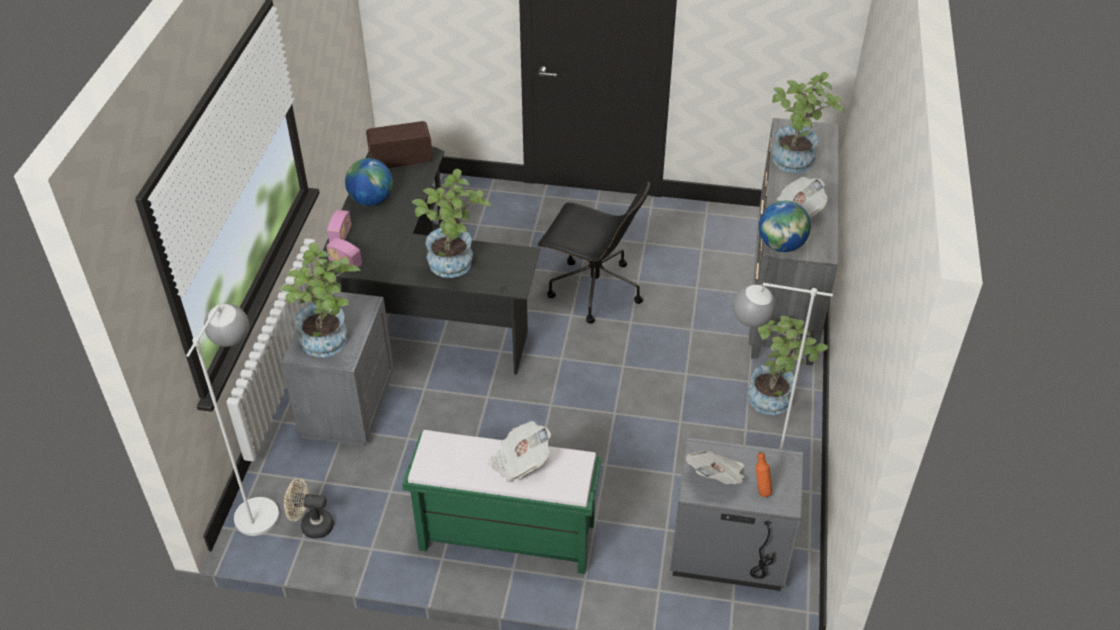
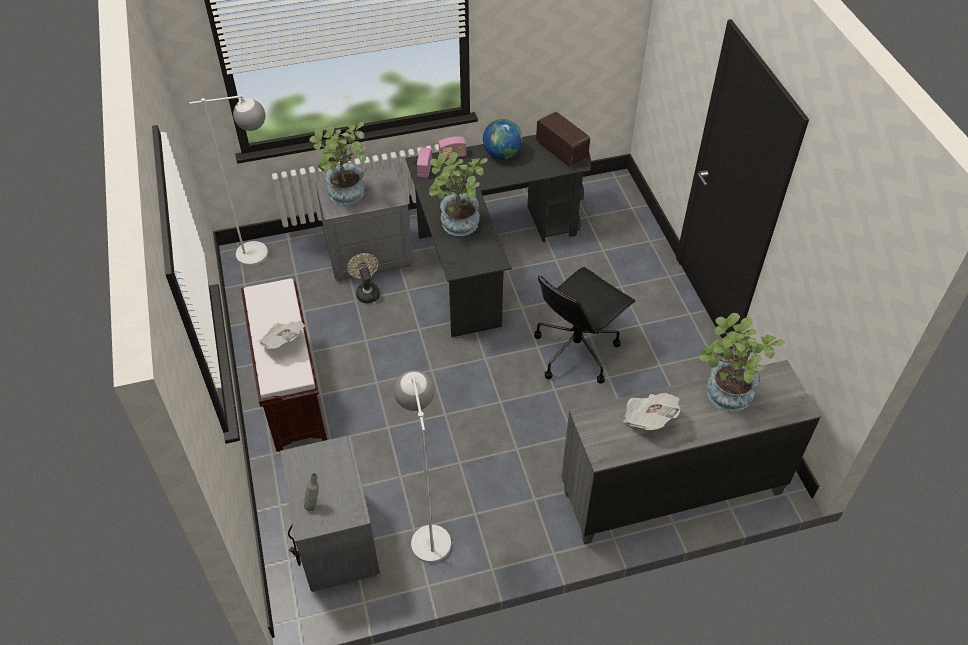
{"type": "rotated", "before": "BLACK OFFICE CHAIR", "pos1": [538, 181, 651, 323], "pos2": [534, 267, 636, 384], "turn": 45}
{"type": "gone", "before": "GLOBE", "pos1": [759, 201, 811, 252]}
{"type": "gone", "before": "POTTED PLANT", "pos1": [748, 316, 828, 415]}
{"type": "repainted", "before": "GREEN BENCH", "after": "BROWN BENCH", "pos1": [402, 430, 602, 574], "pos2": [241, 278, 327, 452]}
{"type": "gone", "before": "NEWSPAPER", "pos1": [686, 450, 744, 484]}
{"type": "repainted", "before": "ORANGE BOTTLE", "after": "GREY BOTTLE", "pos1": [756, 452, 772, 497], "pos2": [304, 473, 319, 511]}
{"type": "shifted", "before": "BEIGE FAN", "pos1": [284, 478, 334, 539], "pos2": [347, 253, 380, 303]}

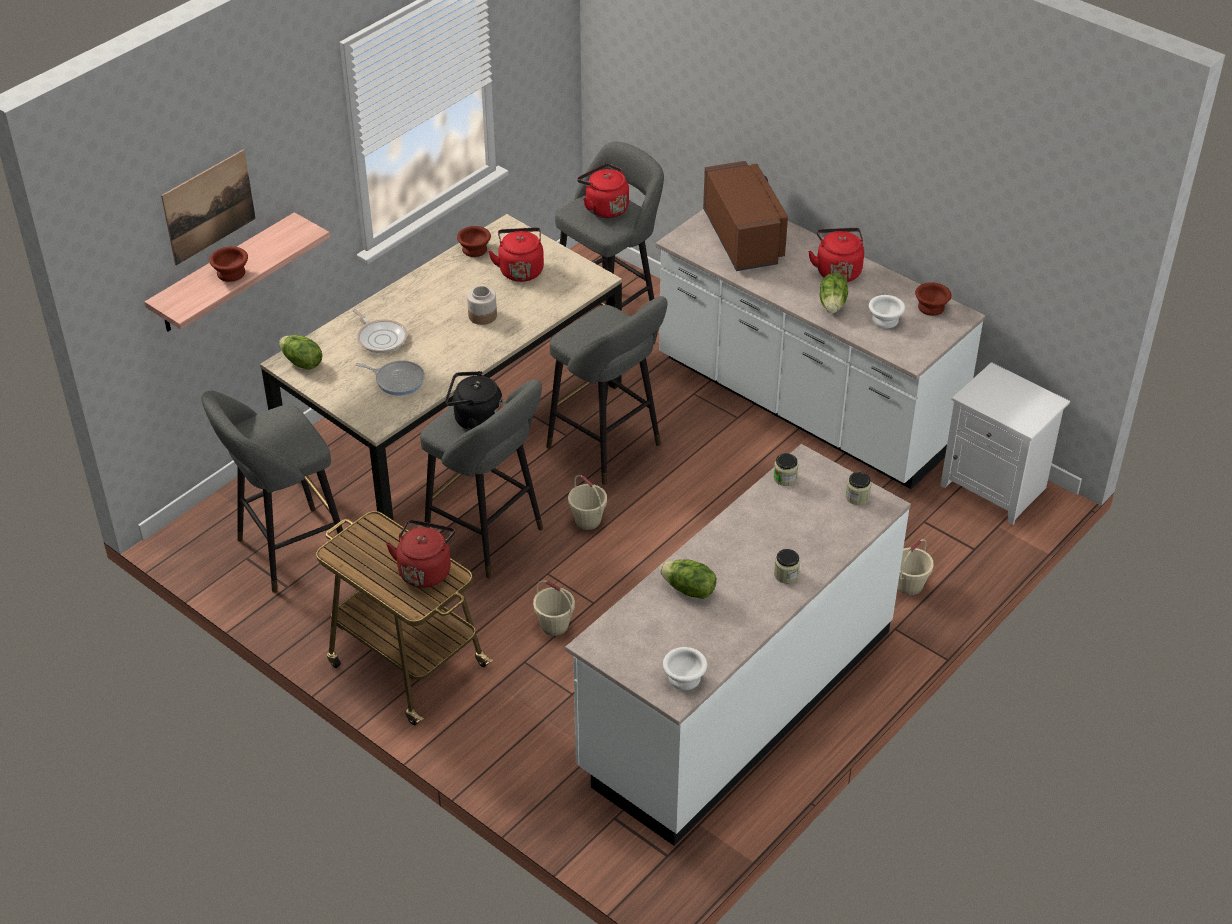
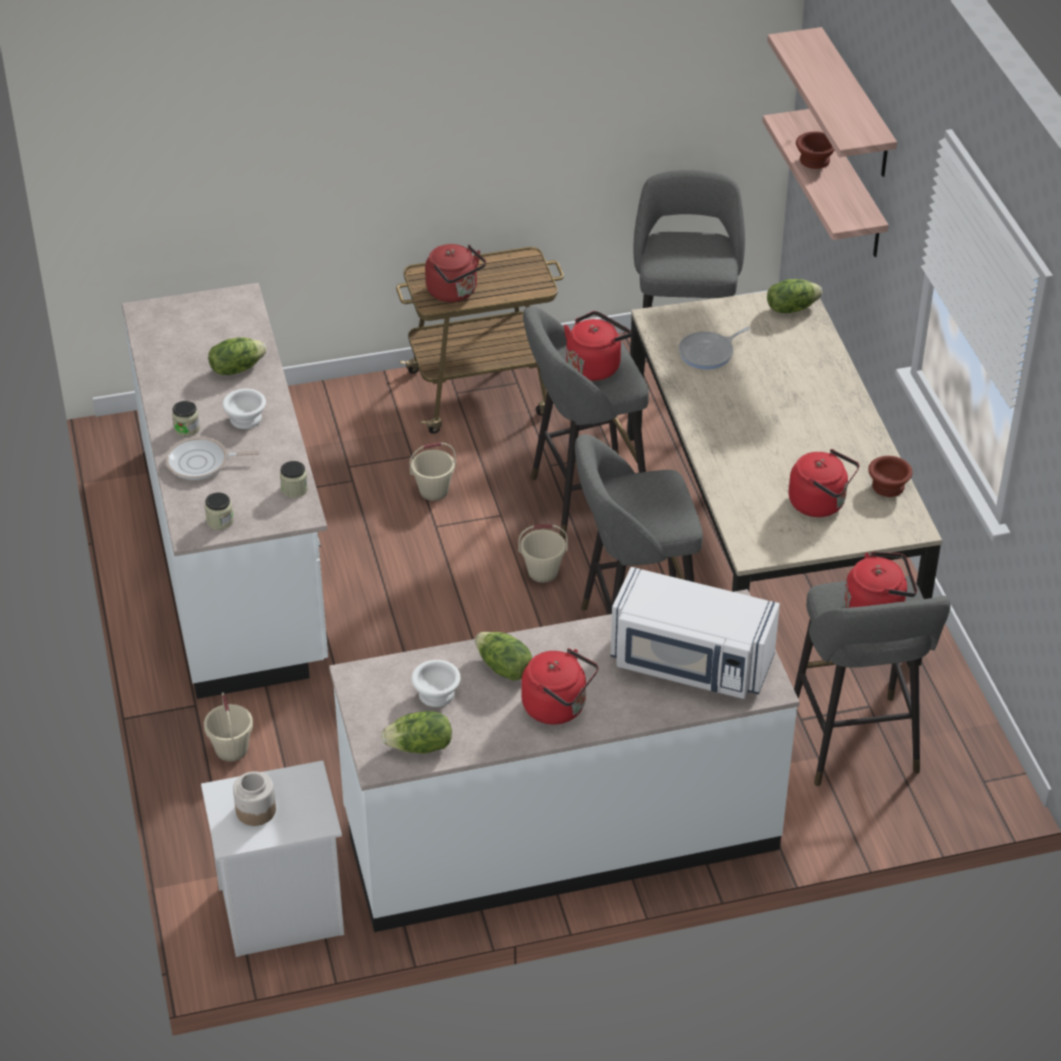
{"type": "swapped", "before": "PICTURE", "after": "SHELF", "pos1": [161, 149, 256, 265], "pos2": [767, 27, 897, 177]}
{"type": "repainted", "before": "BROWN MICROWAVE", "after": "WHITE MICROWAVE", "pos1": [703, 161, 788, 271], "pos2": [610, 567, 780, 699]}
{"type": "swapped", "before": "BROWN BOWL", "after": "LETTUCE", "pos1": [915, 282, 952, 316], "pos2": [381, 711, 452, 754]}
{"type": "shifted", "before": "JAR", "pos1": [467, 286, 497, 325], "pos2": [233, 771, 276, 826]}
{"type": "shifted", "before": "FRYING PAN", "pos1": [352, 309, 407, 353], "pos2": [165, 437, 260, 480]}
{"type": "repainted", "before": "BLACK KETTLE", "after": "RED KETTLE", "pos1": [445, 371, 503, 430], "pos2": [564, 311, 632, 381]}
{"type": "shifted", "before": "WHITE BOWL", "pos1": [663, 647, 707, 690], "pos2": [222, 389, 266, 429]}

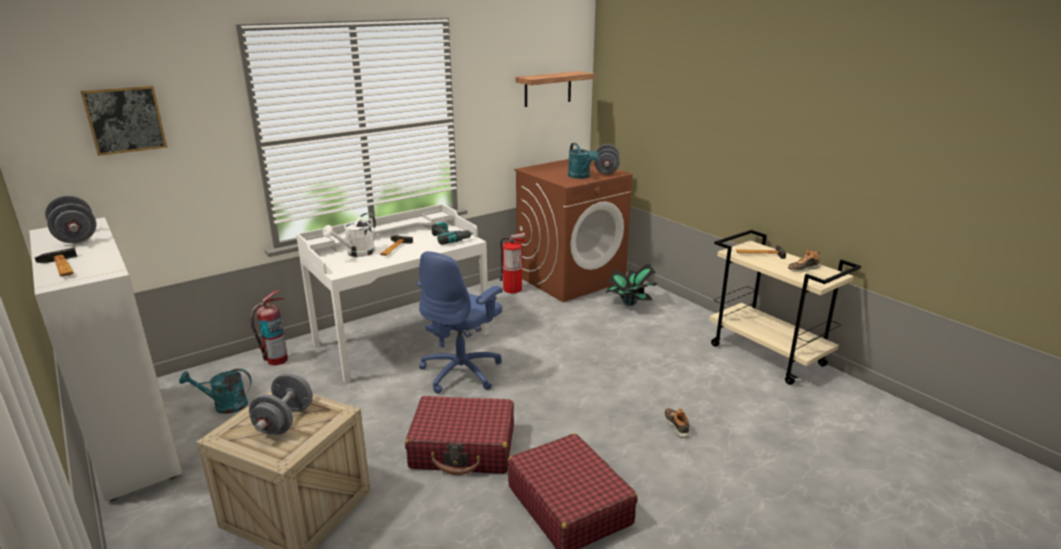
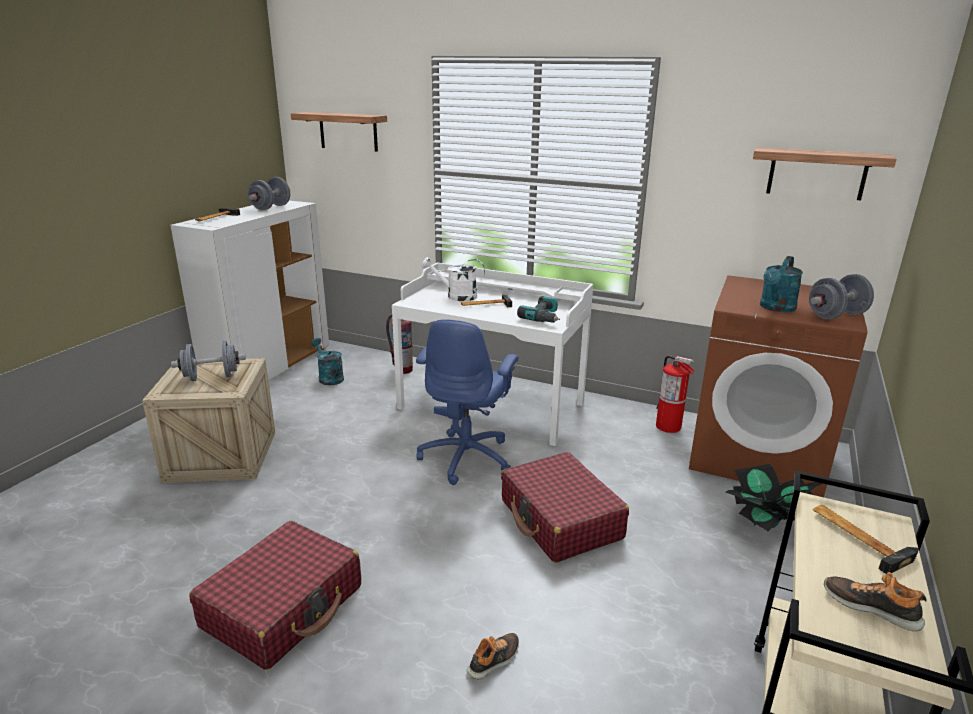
{"type": "swapped", "before": "PICTURE", "after": "SHELF", "pos1": [80, 86, 167, 156], "pos2": [291, 112, 387, 152]}
{"type": "rotated", "before": "BLUE OFFICE CHAIR", "pos1": [417, 251, 503, 394], "pos2": [416, 319, 518, 485], "turn": -75}
{"type": "shifted", "before": "RED SUITCASE", "pos1": [405, 396, 514, 476], "pos2": [501, 452, 629, 563]}

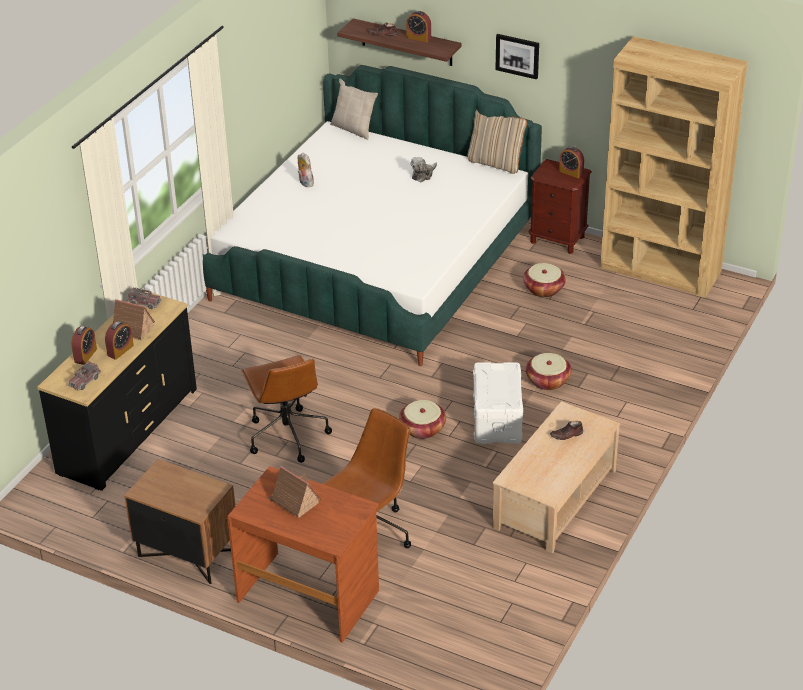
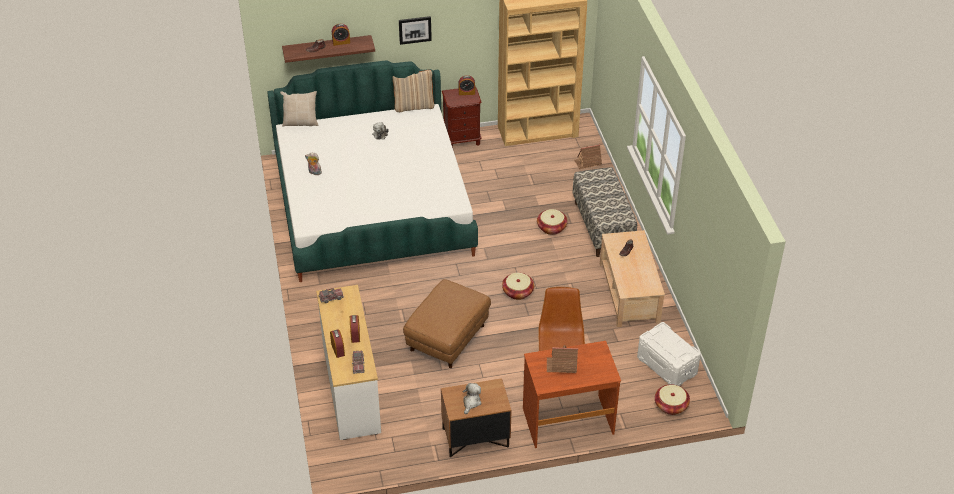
{"type": "shifted", "before": "BASKET", "pos1": [523, 263, 566, 297], "pos2": [655, 384, 690, 415]}
{"type": "repainted", "before": "BLACK DRESSER", "after": "WHITE DRESSER", "pos1": [37, 291, 197, 491], "pos2": [316, 285, 381, 440]}
{"type": "shifted", "before": "TOY HOUSE", "pos1": [113, 299, 155, 340], "pos2": [574, 144, 602, 169]}
{"type": "swapped", "before": "BROWN OFFICE CHAIR", "after": "BROWN OTTOMAN", "pos1": [241, 355, 332, 463], "pos2": [403, 279, 491, 368]}
{"type": "shifted", "before": "WHITE STORAGE BOX", "pos1": [473, 362, 523, 444], "pos2": [637, 322, 701, 386]}
{"type": "new", "after": "BENCH", "pos2": [573, 167, 637, 257]}
{"type": "new", "after": "PLUSH TOY", "pos2": [463, 383, 481, 414]}

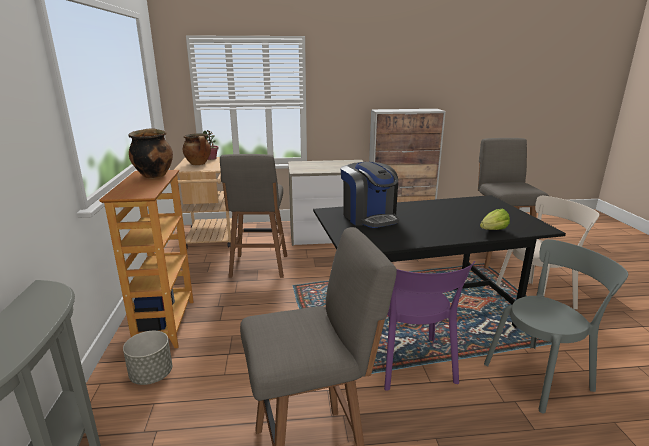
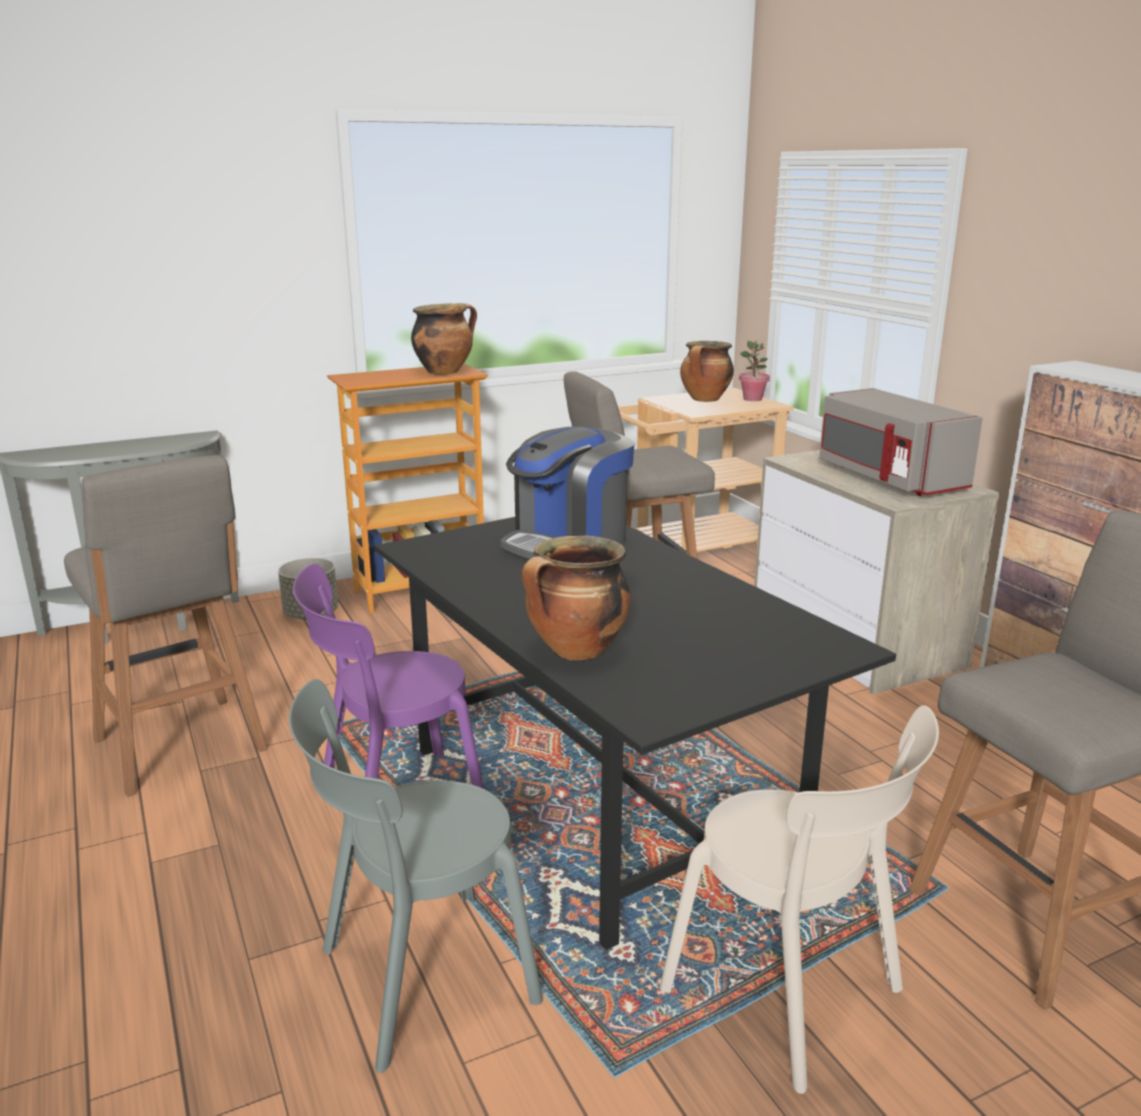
{"type": "swapped", "before": "LETTUCE", "after": "COOKING POT", "pos1": [480, 209, 510, 230], "pos2": [522, 535, 630, 660]}
{"type": "rotated", "before": "GREY CHAIR", "pos1": [484, 239, 628, 414], "pos2": [289, 679, 543, 1073], "turn": 105}
{"type": "new", "after": "GREY MICROWAVE", "pos2": [819, 388, 983, 496]}

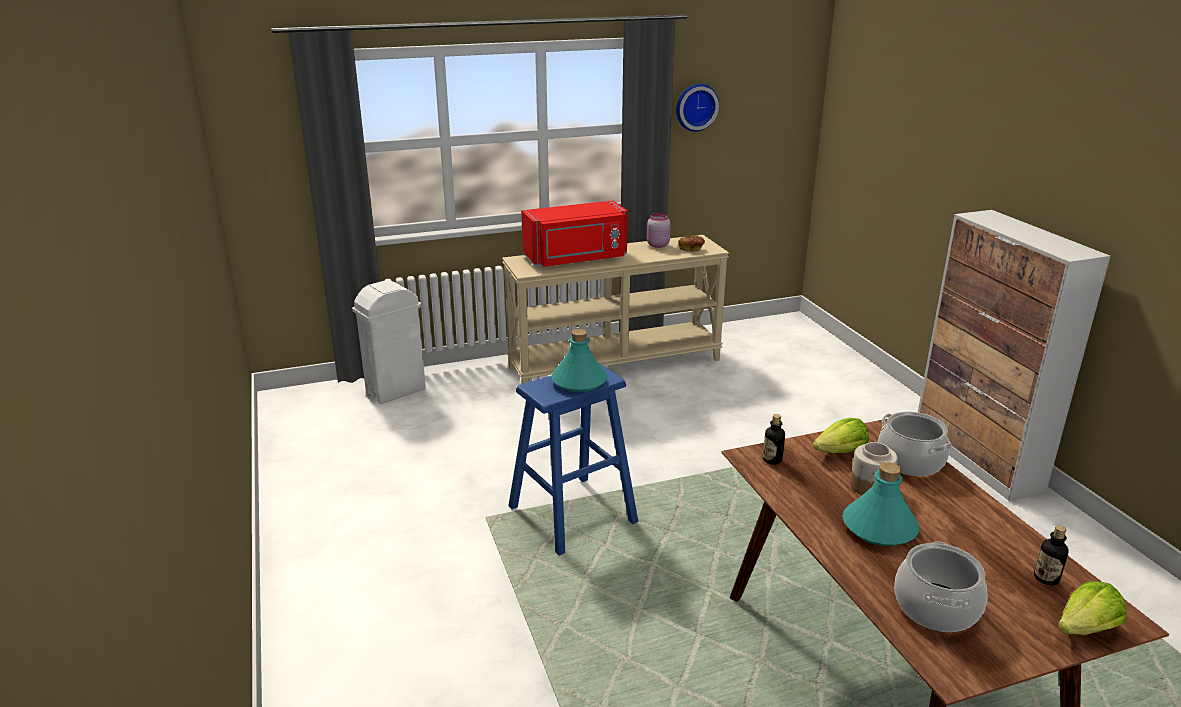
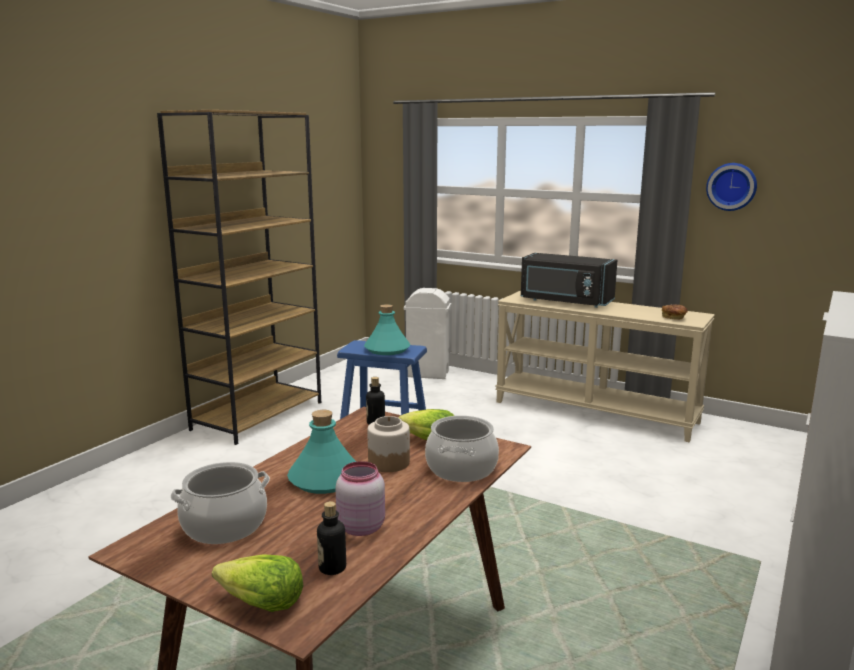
{"type": "repainted", "before": "RED MICROWAVE", "after": "BLACK MICROWAVE", "pos1": [521, 200, 628, 267], "pos2": [521, 253, 617, 308]}
{"type": "shifted", "before": "PINK JAR", "pos1": [647, 213, 671, 248], "pos2": [336, 461, 385, 536]}
{"type": "new", "after": "BROWN BOOKCASE", "pos2": [157, 110, 321, 445]}

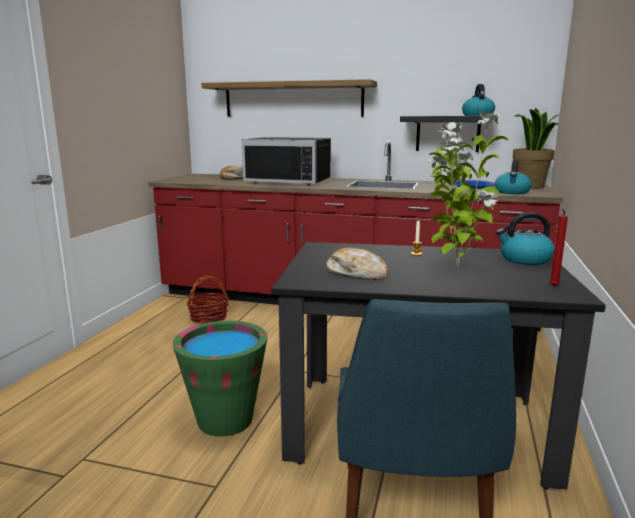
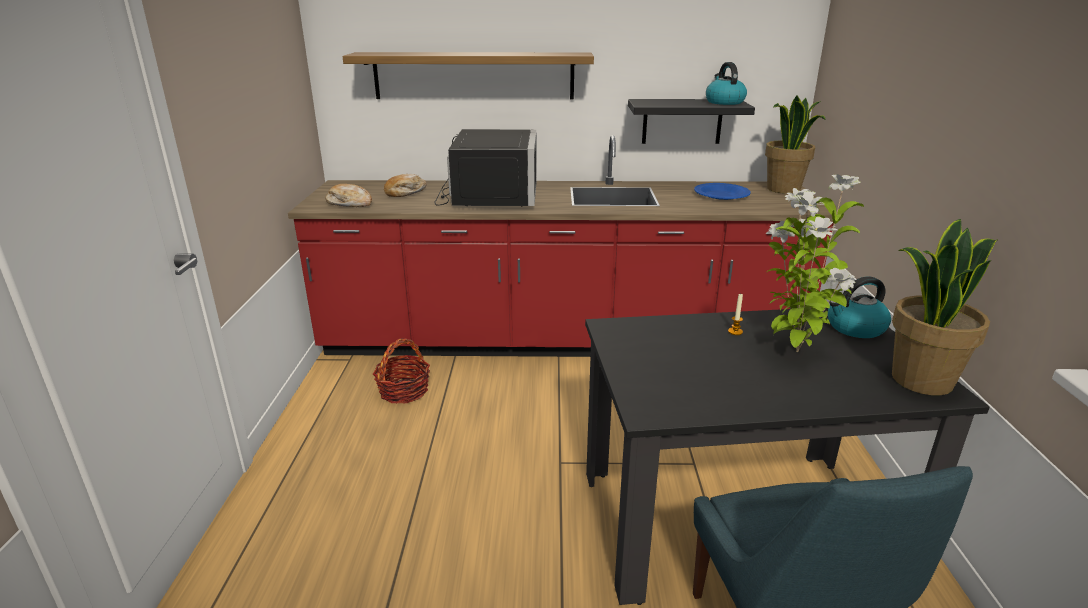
{"type": "rotated", "before": "BLACK MICROWAVE", "pos1": [242, 137, 331, 186], "pos2": [434, 129, 537, 207], "turn": -90}
{"type": "gone", "before": "KETTLE", "pos1": [495, 159, 532, 194]}
{"type": "swapped", "before": "RED CANDLE", "after": "POTTED PLANT", "pos1": [549, 209, 568, 286], "pos2": [892, 219, 998, 395]}
{"type": "shifted", "before": "BREAD", "pos1": [326, 247, 388, 280], "pos2": [326, 184, 372, 207]}
{"type": "gone", "before": "GREEN BUCKET", "pos1": [173, 321, 268, 437]}

